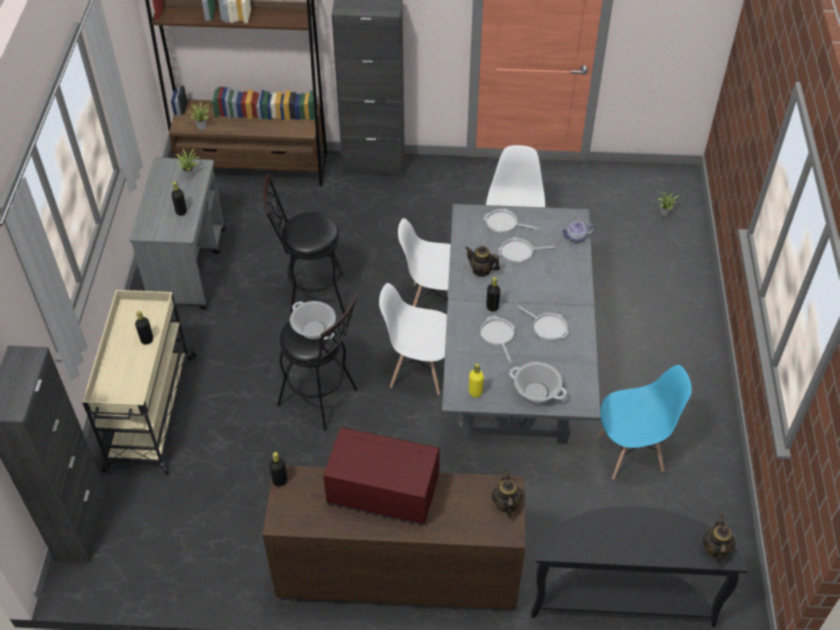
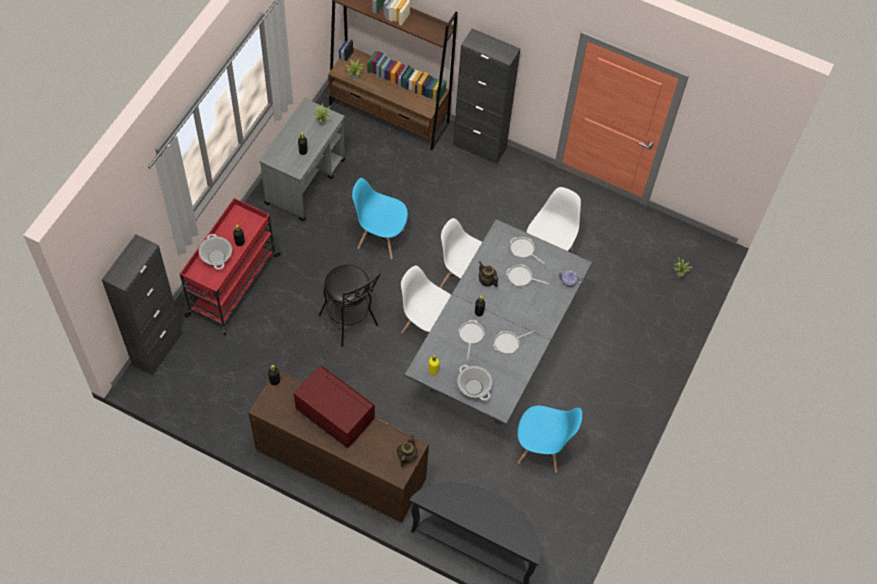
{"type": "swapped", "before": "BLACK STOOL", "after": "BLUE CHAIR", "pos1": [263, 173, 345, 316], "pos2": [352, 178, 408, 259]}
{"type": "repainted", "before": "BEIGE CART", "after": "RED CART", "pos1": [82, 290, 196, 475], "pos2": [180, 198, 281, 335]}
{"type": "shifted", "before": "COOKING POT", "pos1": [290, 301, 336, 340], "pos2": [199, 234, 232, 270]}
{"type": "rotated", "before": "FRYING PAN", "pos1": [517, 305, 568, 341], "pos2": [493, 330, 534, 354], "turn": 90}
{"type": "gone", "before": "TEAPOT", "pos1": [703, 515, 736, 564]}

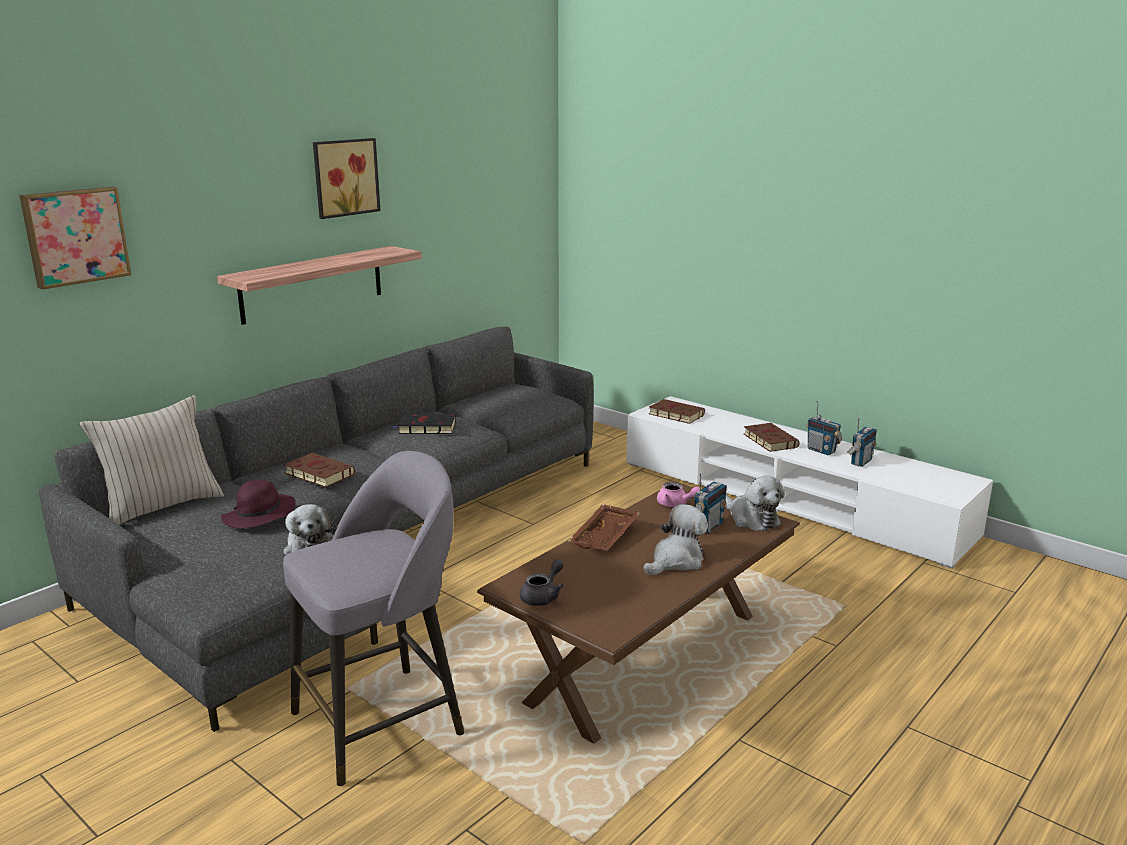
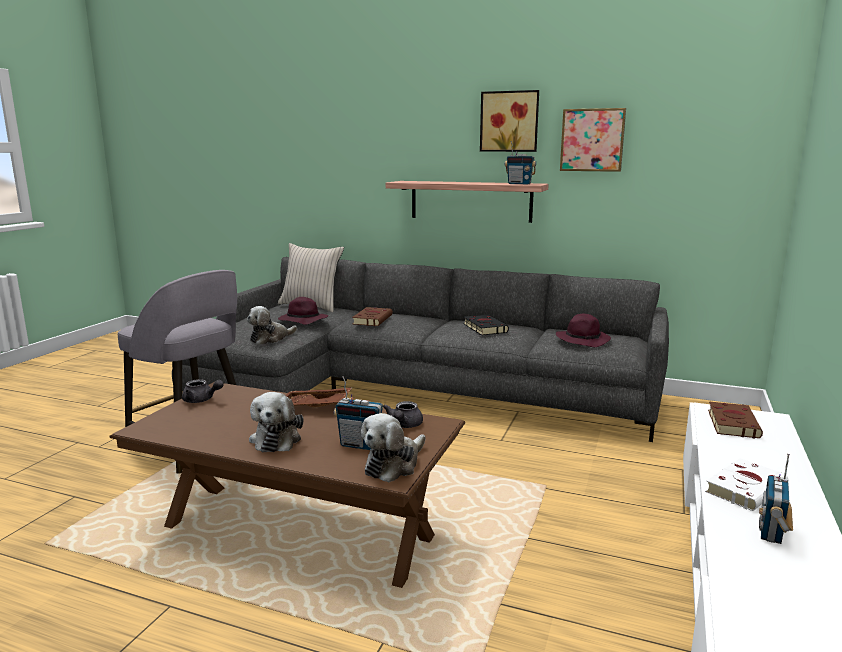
{"type": "shifted", "before": "PICTURE", "pos1": [19, 187, 131, 290], "pos2": [560, 108, 626, 172]}
{"type": "shifted", "before": "RADIO", "pos1": [847, 417, 877, 467], "pos2": [505, 141, 536, 184]}
{"type": "repainted", "before": "BROWN BOOK", "after": "WHITE BOOK", "pos1": [744, 423, 800, 452], "pos2": [705, 458, 788, 511]}
{"type": "repainted", "before": "PINK TEAPOT", "after": "GREY TEAPOT", "pos1": [657, 482, 700, 507], "pos2": [383, 401, 423, 428]}
{"type": "rotated", "before": "PLUSH TOY", "pos1": [643, 504, 708, 575], "pos2": [249, 392, 303, 452], "turn": 60}
{"type": "new", "after": "PURPLE HAT", "pos2": [556, 313, 611, 347]}

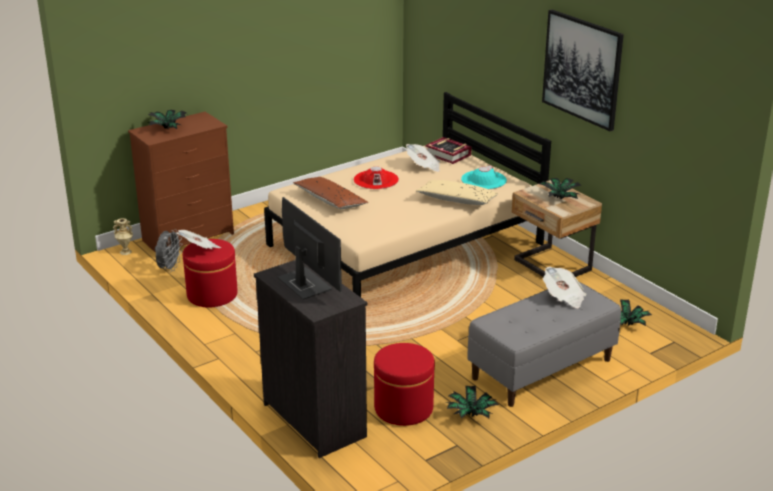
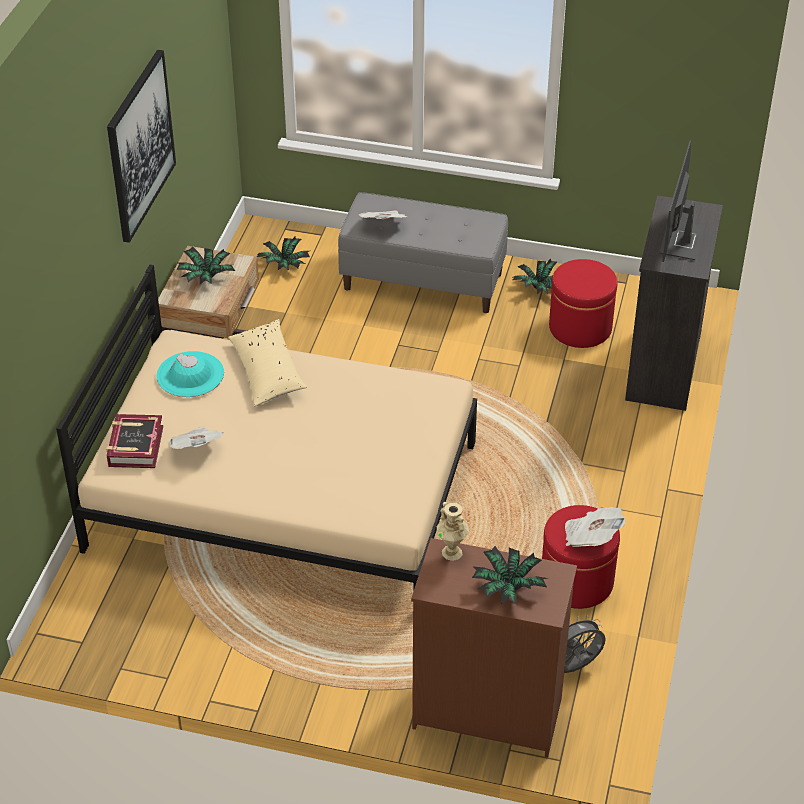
{"type": "gone", "before": "RED HAT", "pos1": [354, 166, 399, 189]}
{"type": "gone", "before": "BROWN PILLOW", "pos1": [293, 177, 368, 209]}
{"type": "shifted", "before": "BEIGE VASE", "pos1": [113, 218, 133, 255], "pos2": [437, 502, 469, 561]}

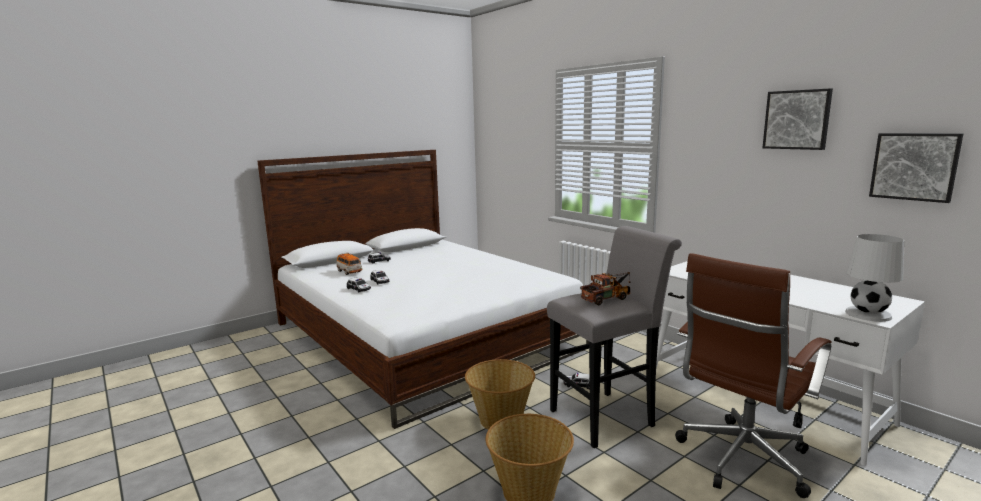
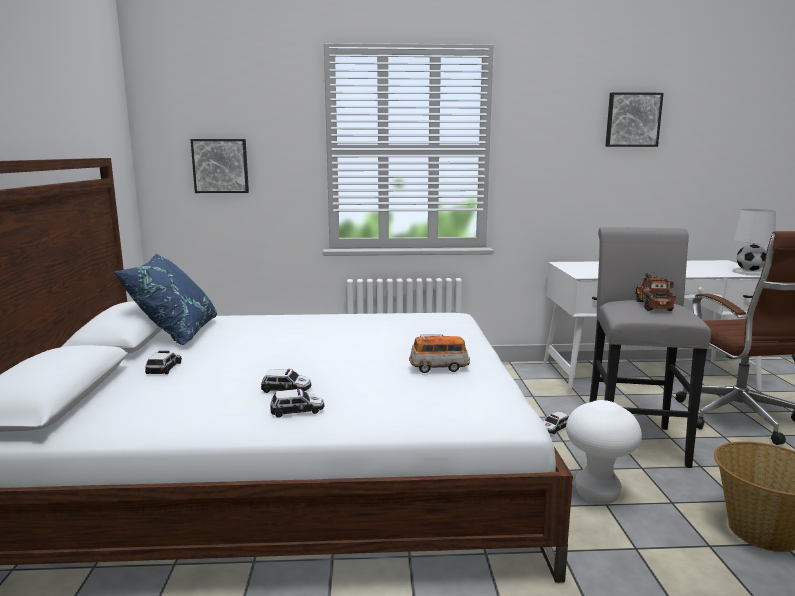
{"type": "shifted", "before": "PICTURE", "pos1": [869, 133, 963, 203], "pos2": [190, 139, 249, 193]}
{"type": "shifted", "before": "TOY CAR", "pos1": [336, 252, 363, 275], "pos2": [409, 334, 470, 373]}
{"type": "swapped", "before": "BASKET", "after": "WHITE STOOL", "pos1": [465, 359, 535, 430], "pos2": [566, 400, 642, 504]}
{"type": "new", "after": "BLUE PILLOW", "pos2": [114, 254, 217, 345]}

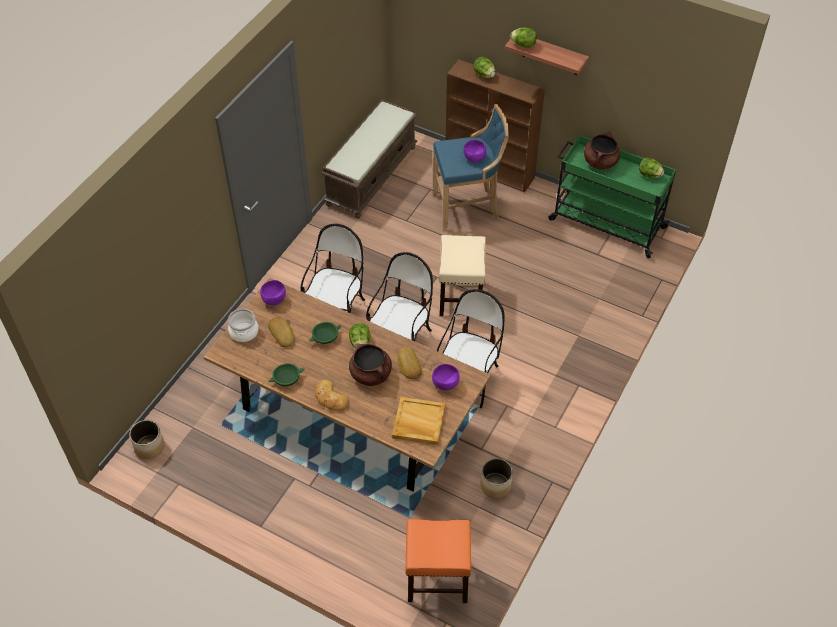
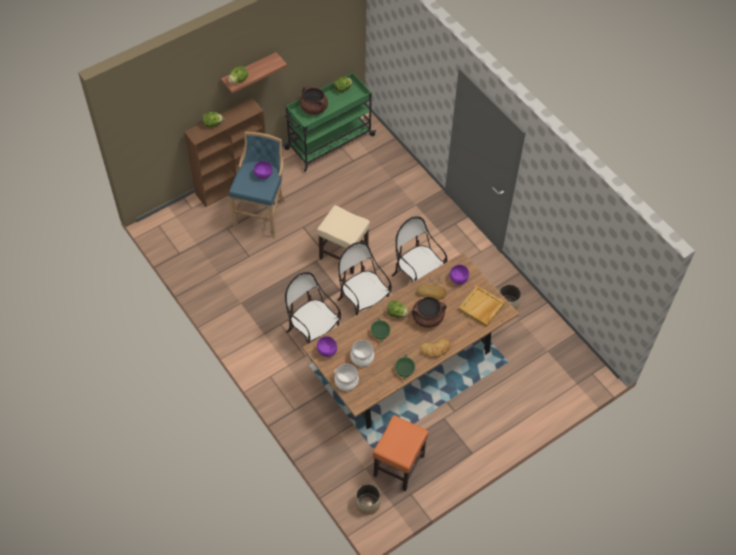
{"type": "gone", "before": "BROWN BENCH", "pos1": [321, 99, 418, 218]}
{"type": "swapped", "before": "BREAD", "after": "COOKING POT", "pos1": [268, 317, 295, 348], "pos2": [350, 340, 374, 367]}
{"type": "shifted", "before": "ORANGE STOOL", "pos1": [406, 519, 471, 603], "pos2": [373, 415, 429, 491]}

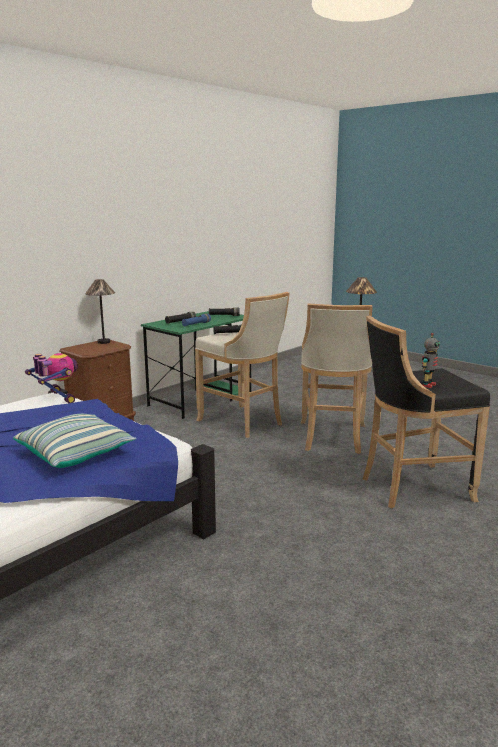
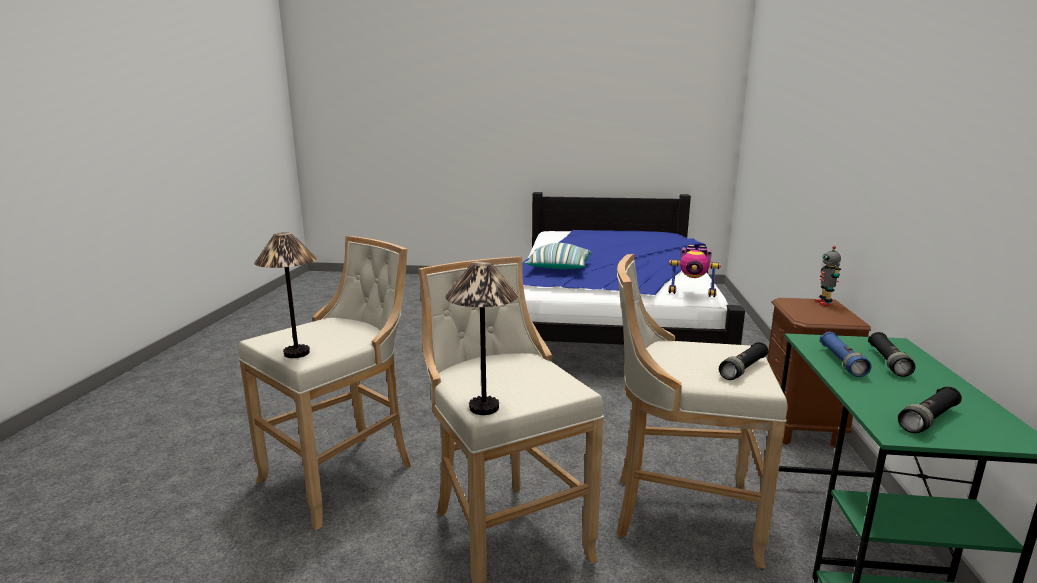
{"type": "shifted", "before": "TABLE LAMP", "pos1": [85, 279, 115, 344], "pos2": [254, 232, 317, 358]}
{"type": "repainted", "before": "BLACK STOOL", "after": "BEIGE STOOL", "pos1": [362, 316, 490, 509], "pos2": [238, 236, 411, 530]}
{"type": "shifted", "before": "TOY ROBOT", "pos1": [422, 333, 440, 388], "pos2": [815, 246, 841, 306]}

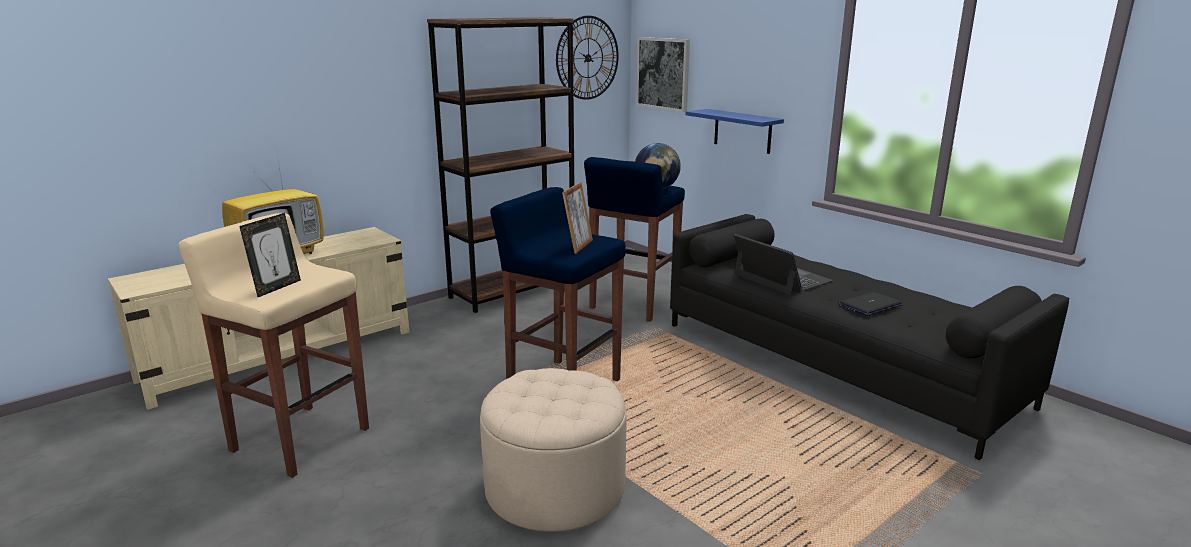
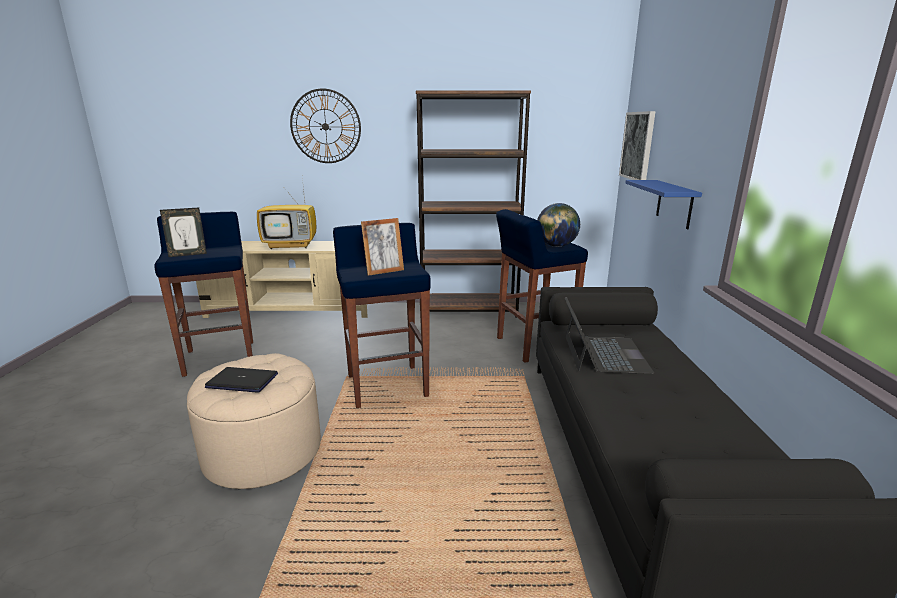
{"type": "shifted", "before": "WALL CLOCK", "pos1": [556, 16, 619, 100], "pos2": [290, 88, 361, 163]}
{"type": "repainted", "before": "BEIGE STOOL", "after": "BLUE STOOL", "pos1": [178, 213, 369, 478], "pos2": [155, 212, 253, 377]}
{"type": "shifted", "before": "LAPTOP", "pos1": [838, 292, 903, 316], "pos2": [205, 367, 278, 393]}

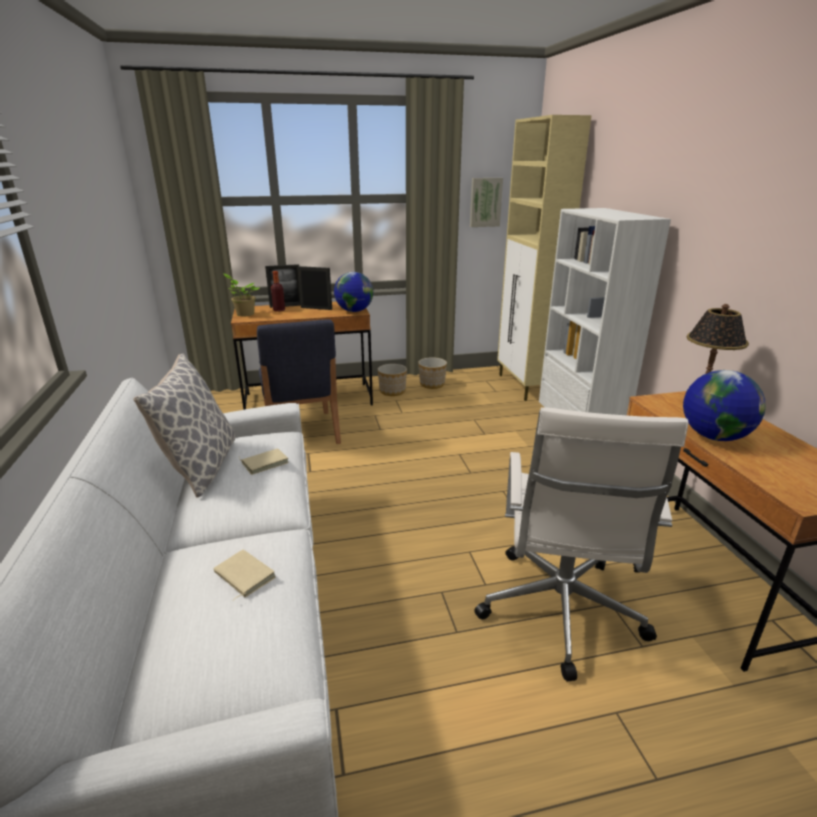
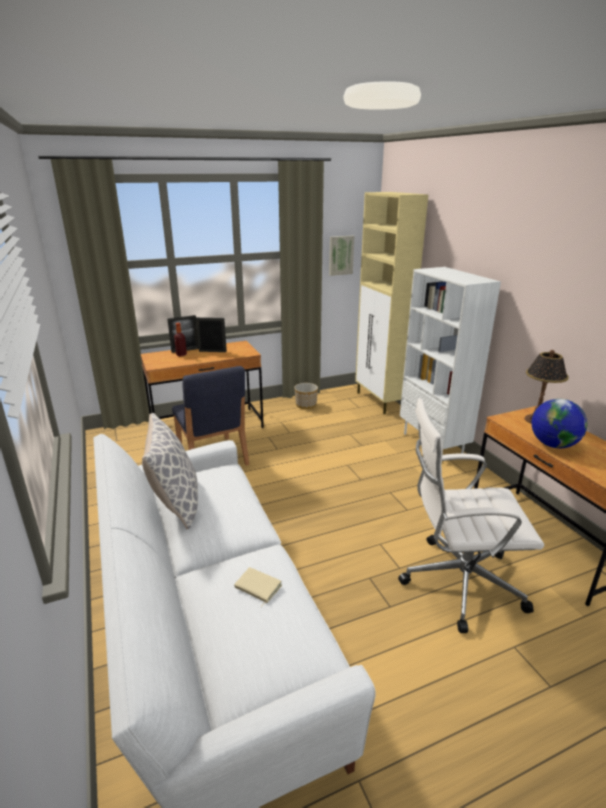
{"type": "gone", "before": "GLOBE", "pos1": [334, 272, 373, 312]}
{"type": "gone", "before": "POTTED PLANT", "pos1": [223, 273, 259, 317]}
{"type": "gone", "before": "PLANTER", "pos1": [378, 364, 407, 396]}
{"type": "rotated", "before": "WHITE OFFICE CHAIR", "pos1": [474, 407, 688, 682], "pos2": [398, 398, 544, 633], "turn": 90}
{"type": "gone", "before": "BEIGE BOOK", "pos1": [239, 448, 288, 475]}

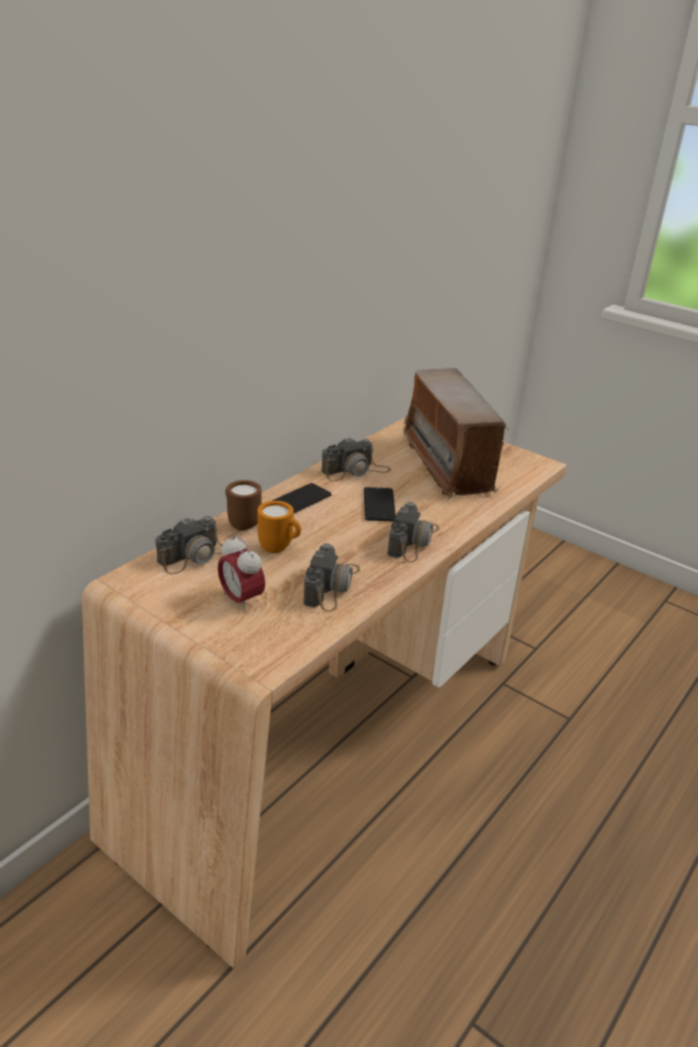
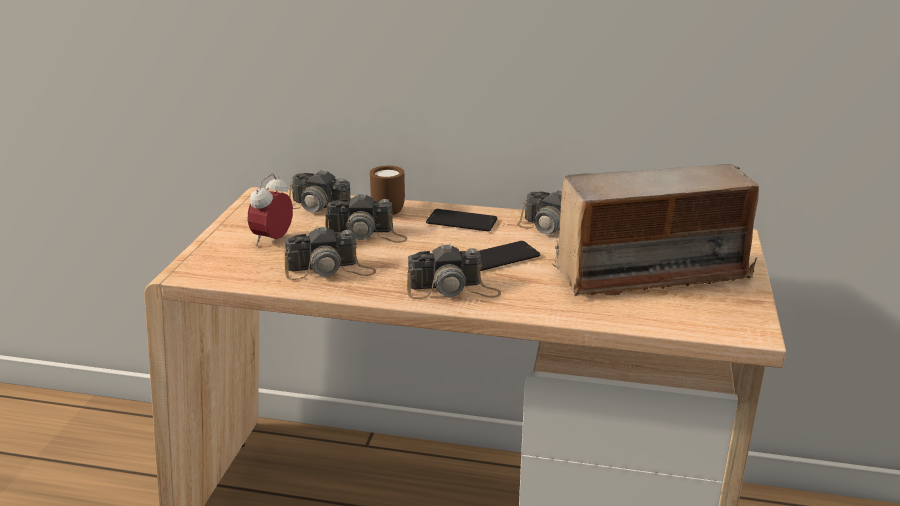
{"type": "rotated", "before": "RADIO", "pos1": [403, 368, 509, 499], "pos2": [552, 164, 759, 296], "turn": -150}
{"type": "swapped", "before": "ORANGE MUG", "after": "PHOTO CAMERA", "pos1": [258, 501, 301, 553], "pos2": [325, 193, 407, 243]}

